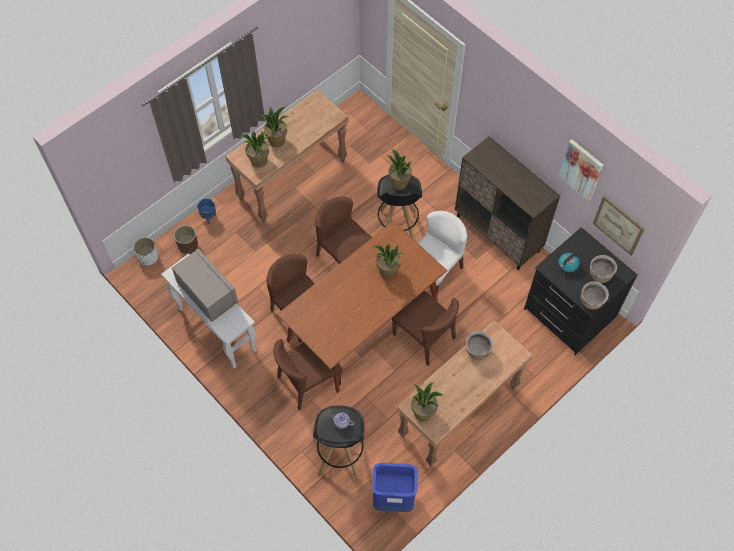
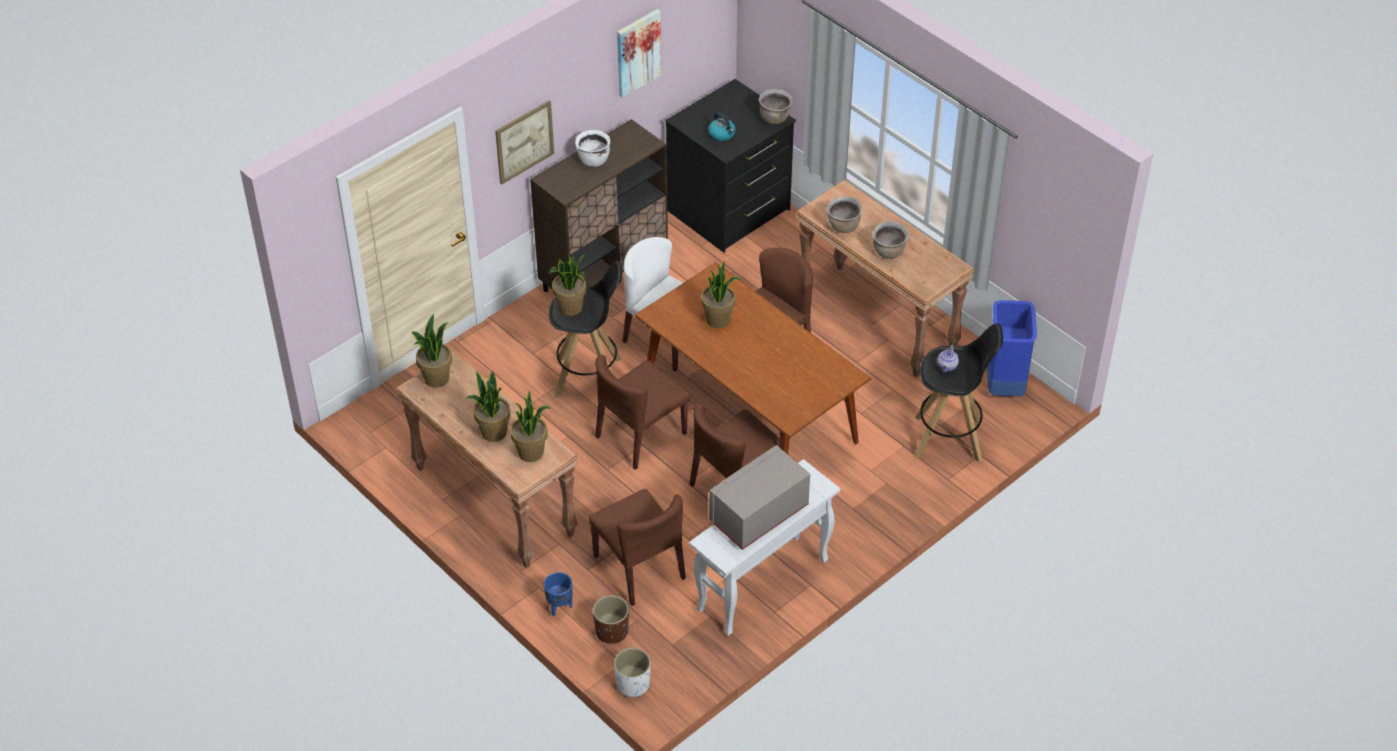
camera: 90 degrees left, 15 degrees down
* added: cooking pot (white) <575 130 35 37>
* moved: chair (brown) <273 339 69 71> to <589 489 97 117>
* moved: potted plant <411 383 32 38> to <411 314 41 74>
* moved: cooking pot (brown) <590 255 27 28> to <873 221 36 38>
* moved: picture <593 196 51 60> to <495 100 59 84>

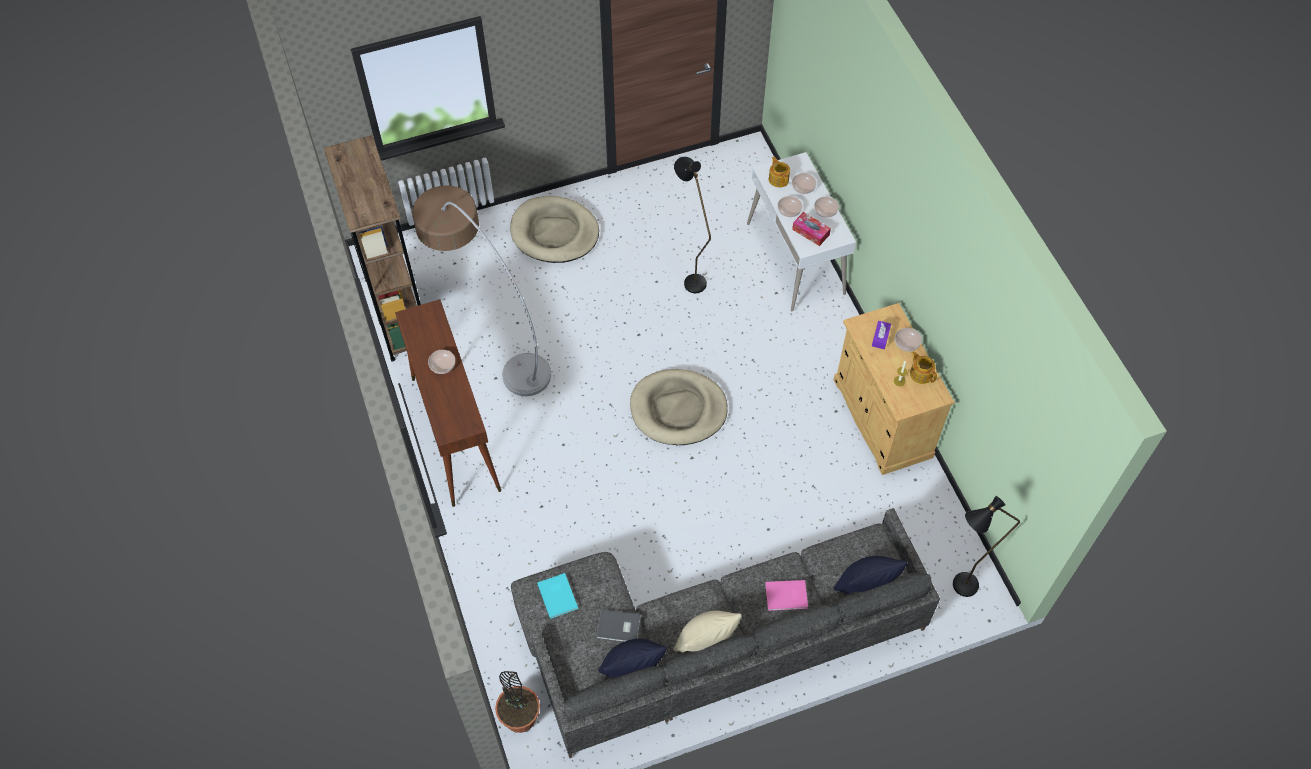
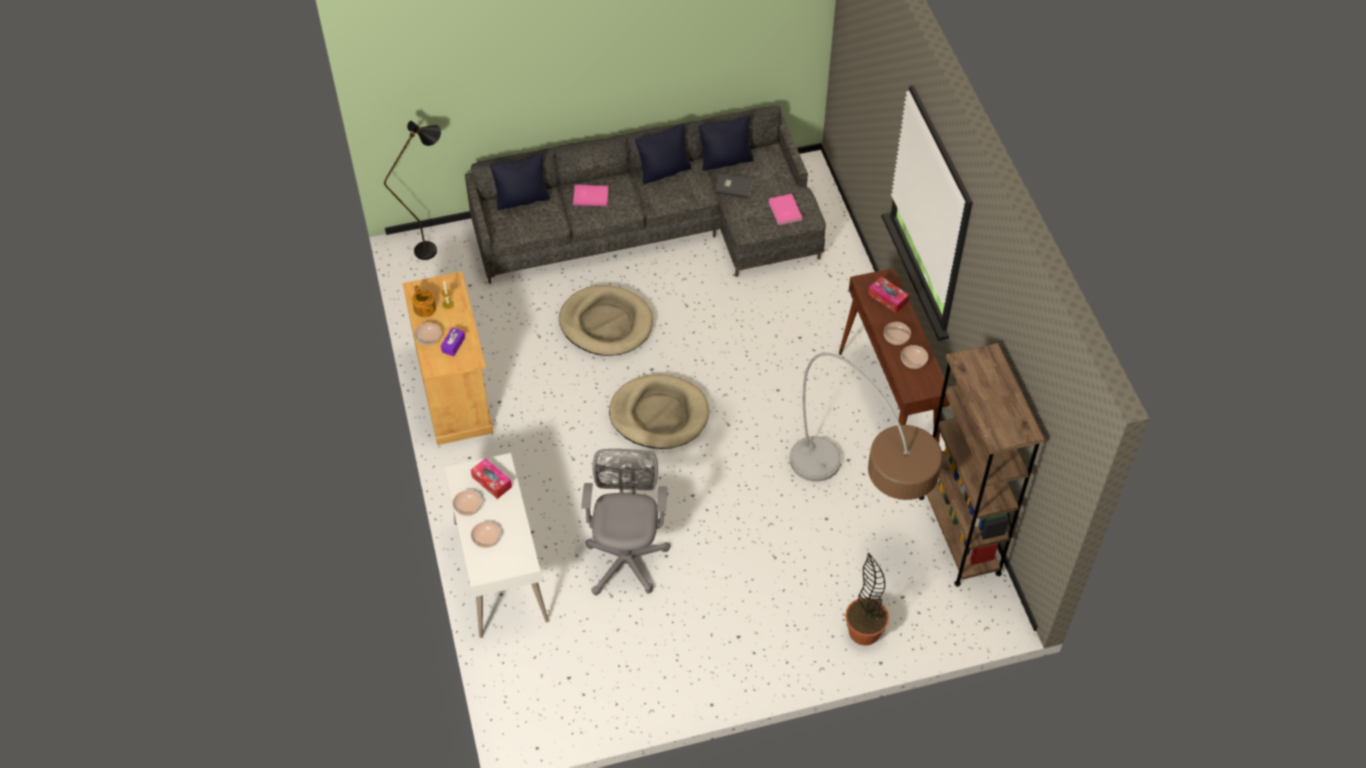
camera: 175 degrees left, 5 degrees down
* removed: teapot <769 157 21 30>
* added: tissue box <868 276 41 37>
* moved: potted plant <495 671 45 62> to <845 552 44 93>
* moved: dog bed (beige) <510 196 89 67> to <559 285 94 71>
* moved: bowl <778 196 24 21> to <901 345 27 24>
* replaced: floor lamp (black) <674 157 37 136> to office chair (grey) <582 449 88 146>
* recoloured: book (turquoise) <537 573 41 46> to book (pink) <768 194 35 31>
* recoloured: pillow (beige) <673 611 69 41> to pillow (black) <635 124 56 61>

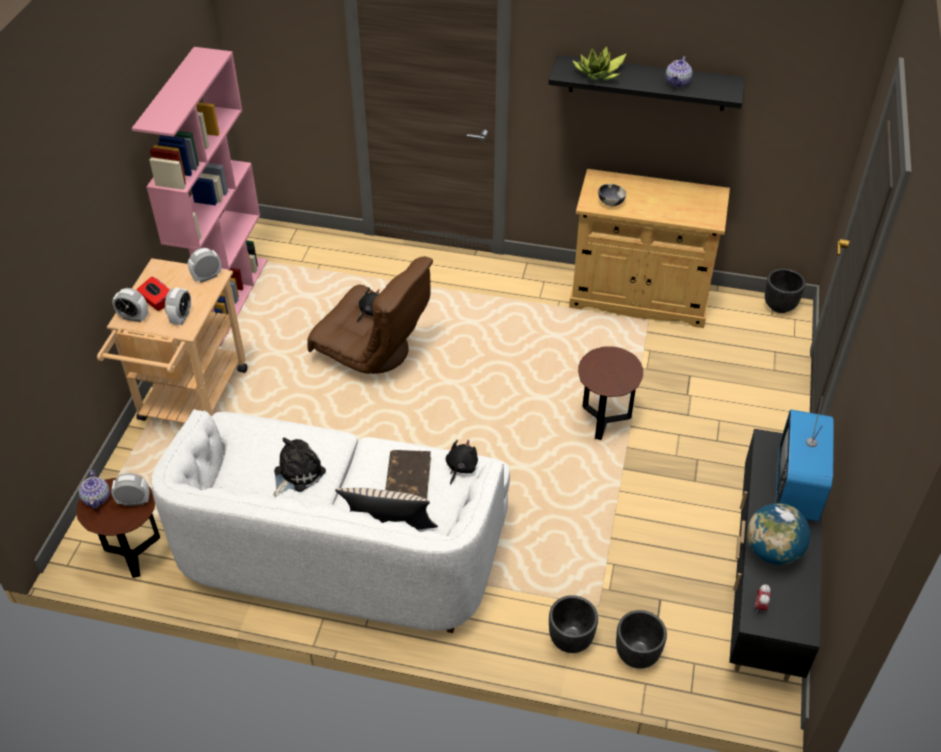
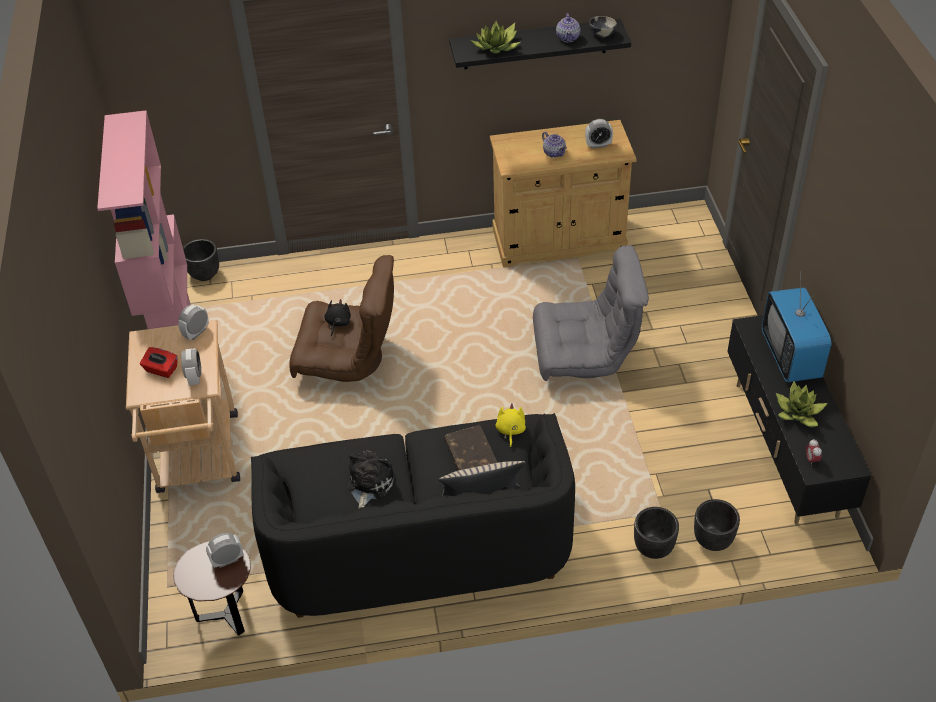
camera: 20 degrees left, 0 degrees up
* moved: teapot <79 470 31 39> to <542 132 25 26>
* moved: alarm clock <112 288 36 34> to <585 119 28 30>
* moved: bowl <598 184 28 22> to <589 16 28 21>
* moved: planter (black) <765 269 40 44> to <183 239 36 42>
* replaced: side table (brown) <578 346 65 94> to armchair (grey) <533 245 116 136>
* replaced: globe <747 503 63 62> to potted plant <776 381 52 46>
* recoloured: sofa (white) <152 409 358 224> to sofa (black) <251 413 324 205>
* recoloured: plush toy (black) <446 440 32 45> to plush toy (yellow) <496 403 30 45>

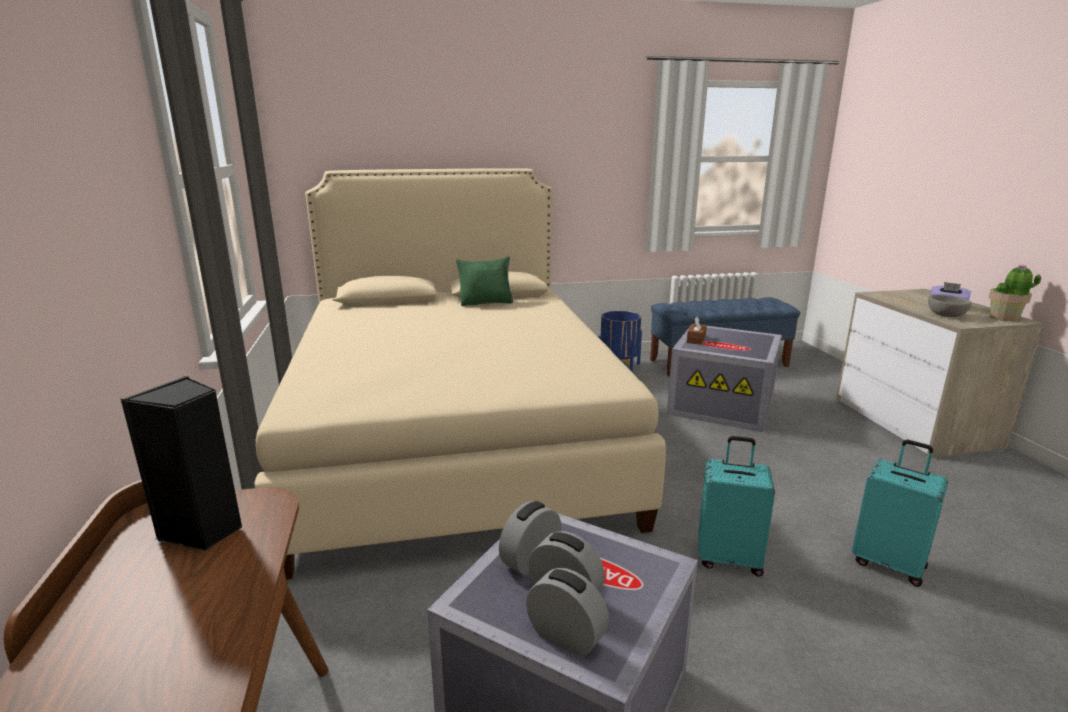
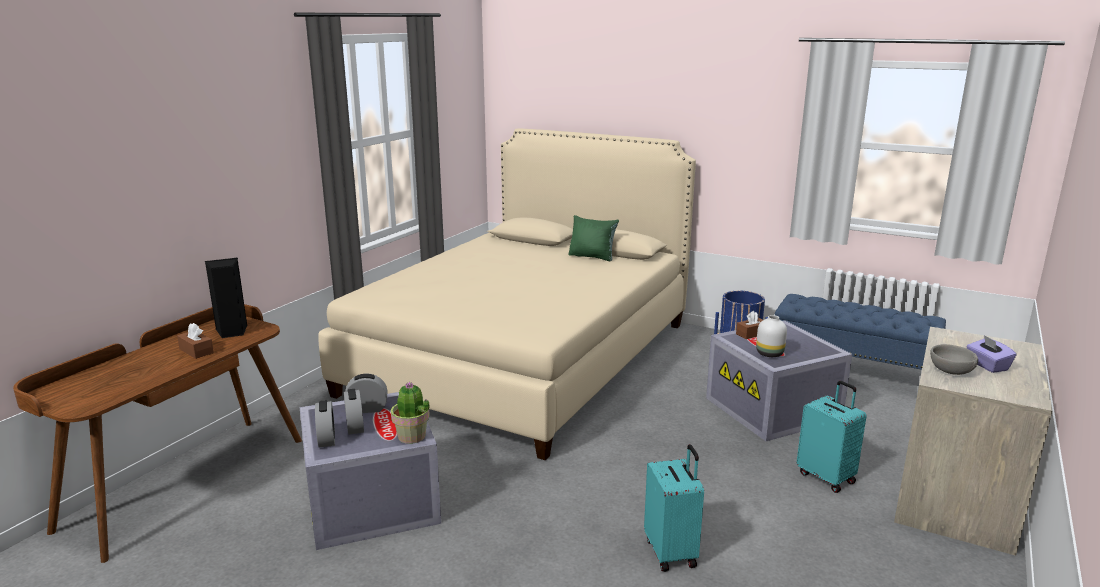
camera: 40 degrees right, 0 degrees up
* added: tissue box (brown) <177 323 37 36>
* added: vase (white) <756 315 31 42>
* moved: suitcase (turquoise) <698 436 77 141> to <797 381 70 112>
* moved: potted plant <989 265 52 56> to <391 381 39 63>

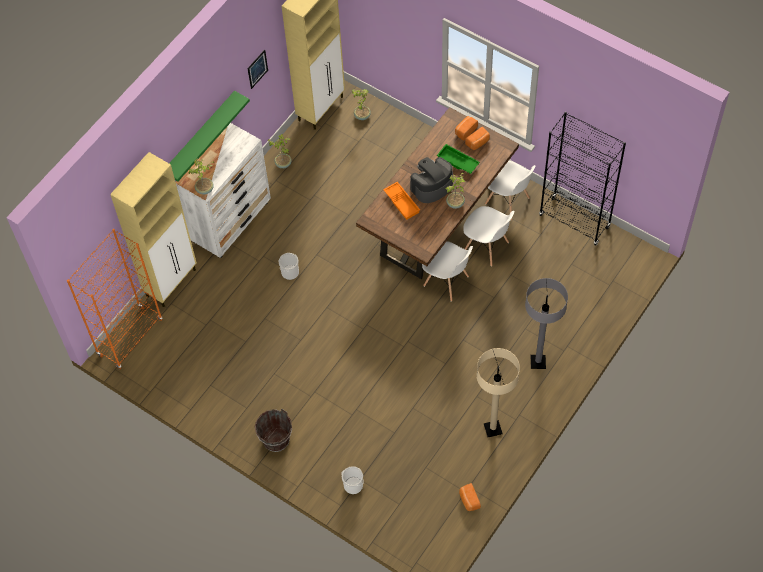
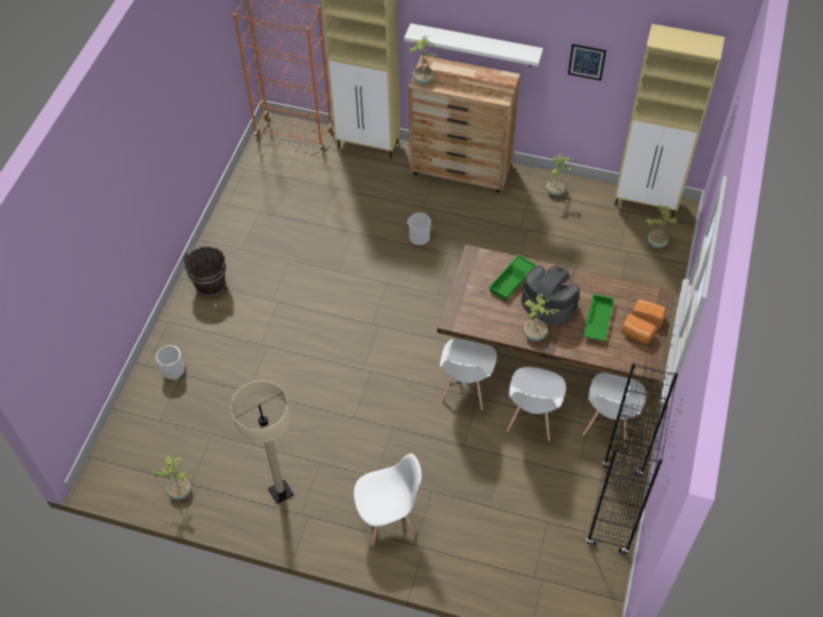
camera: 70 degrees right, 5 degrees down
* replaced: bread <459 483 22 28> to potted plant <151 456 40 44>
* replaced: floor lamp (grey) <525 278 43 91> to chair (white) <354 453 68 93>
* recoloured: shelf (green) <169 91 81 90> to shelf (white) <404 23 139 43>
* recoloured: dresser (white) <176 123 95 135> to dresser (brown) <408 55 112 138>
* recoloured: tray (orange) <383 182 37 38> to tray (green) <488 254 48 47>

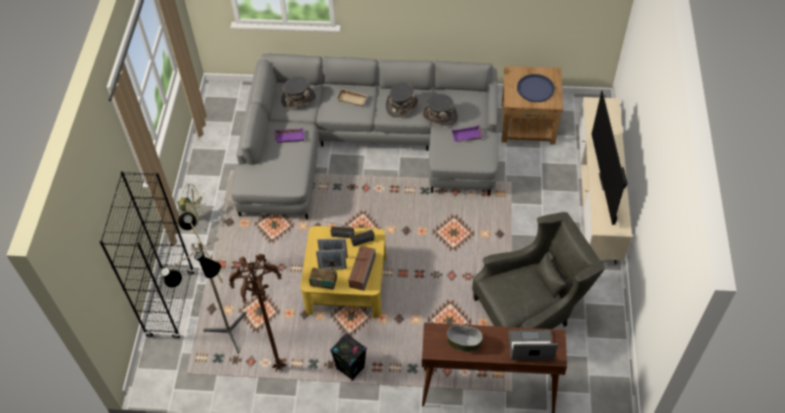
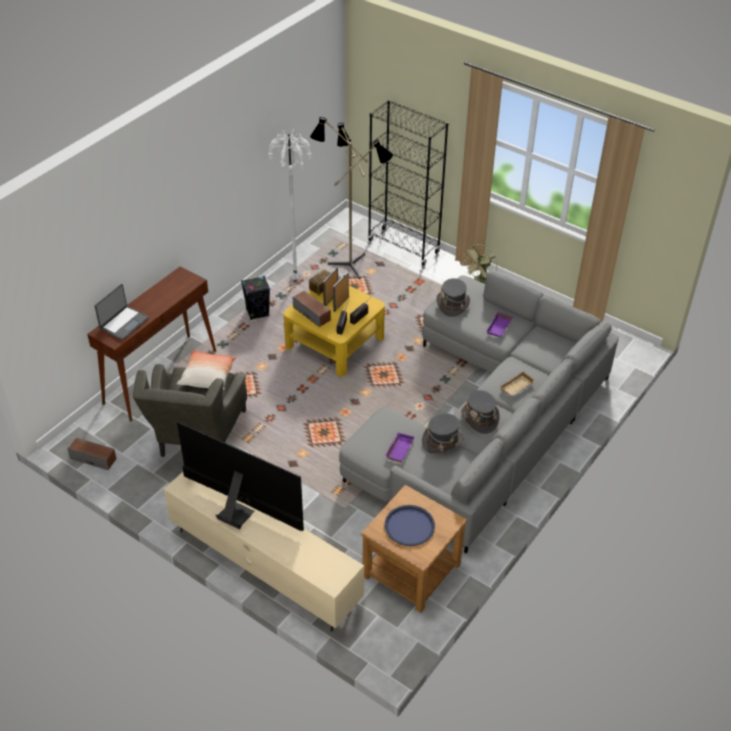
camera: 120 degrees right, 10 degrees down
* removed: bowl <447 325 36 27>
* added: speaker <67 437 50 33>
* added: pillow <177 350 59 40>
* moved: hat (grey) <281 77 35 31> to <436 278 34 39>
* recoloured: floor lamp (brown) <229 254 57 118> to floor lamp (white) <268 130 44 150>

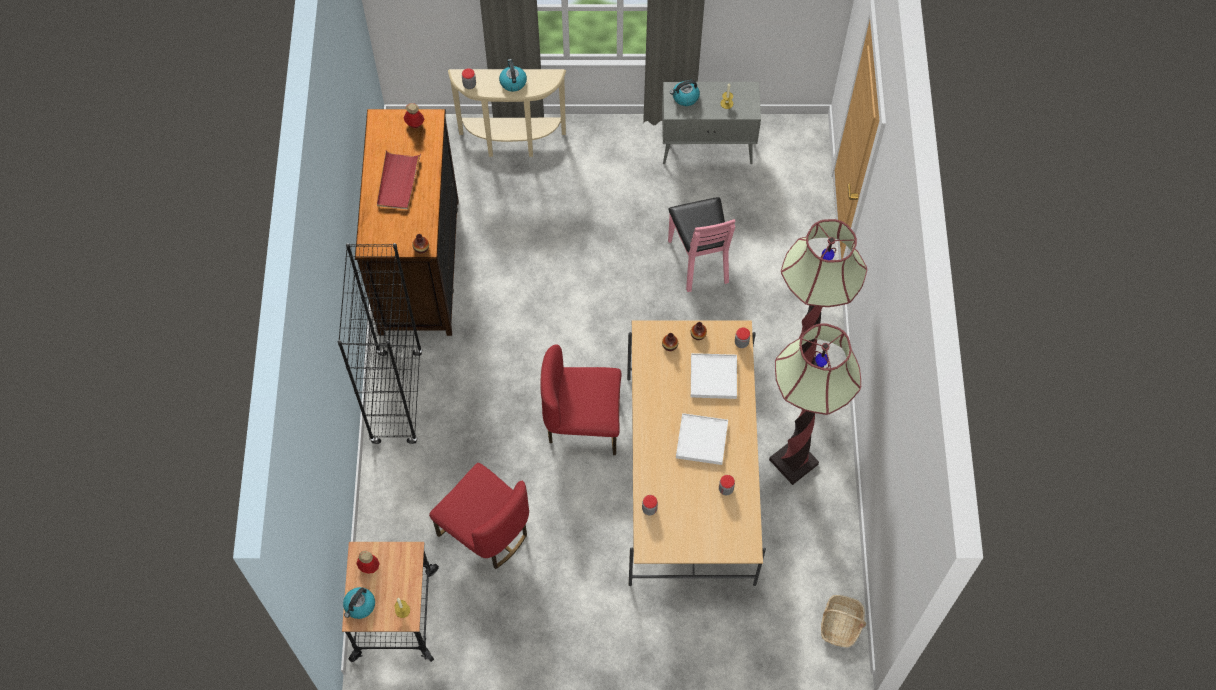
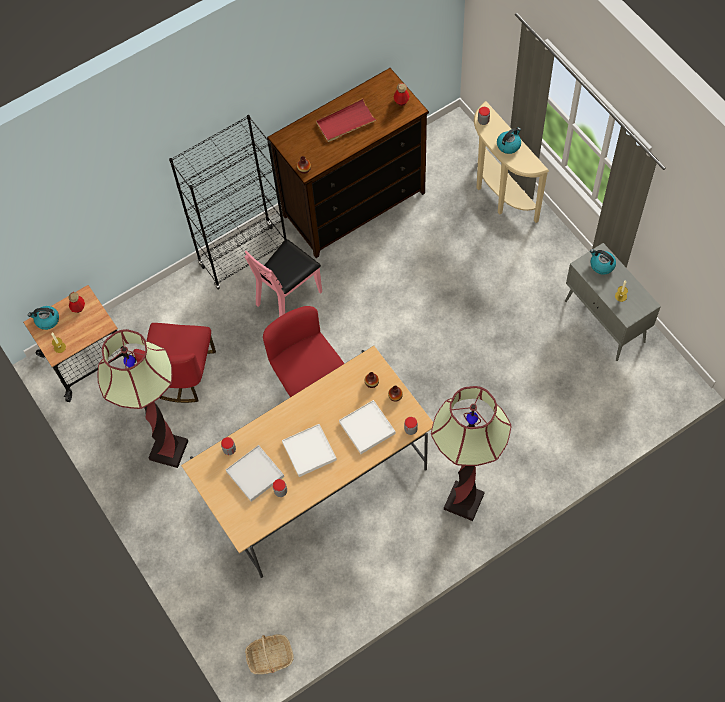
camera: 60 degrees right, 0 degrees up
* added: tray (white) <226 445 58 57>
* moved: chair (pink) <668 197 67 95> to <244 239 78 78>
* moved: floor lamp <769 323 92 162> to <98 329 90 139>

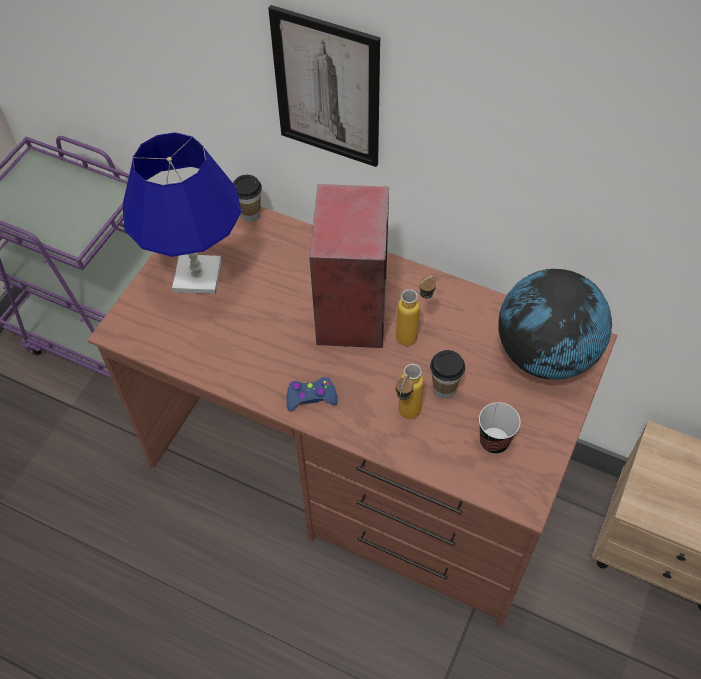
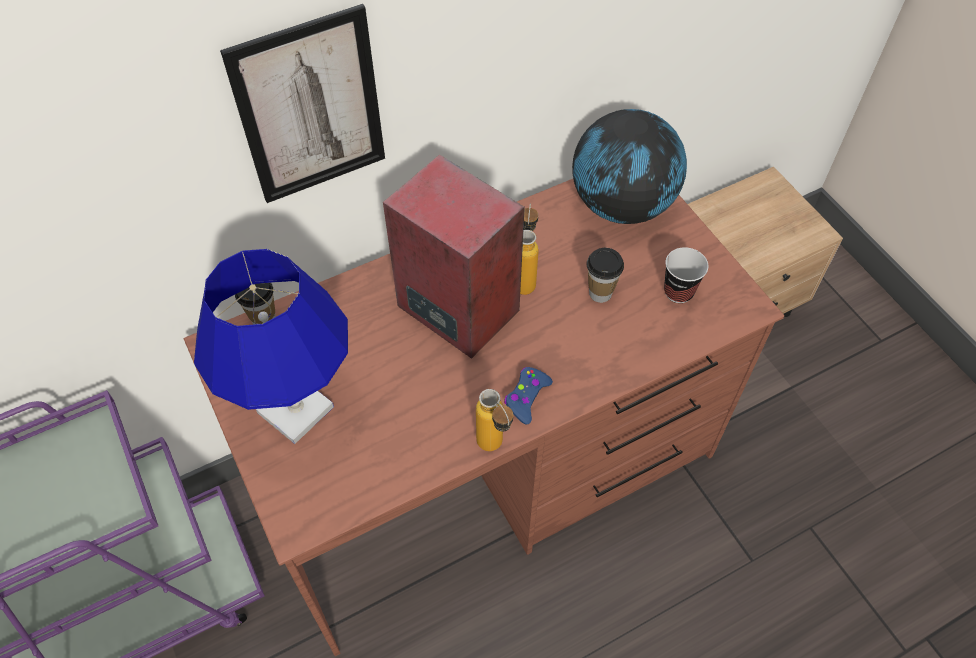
camera: 55 degrees left, 0 degrees up
* moved: bottle <395 364 29 55> to <476 389 37 62>

